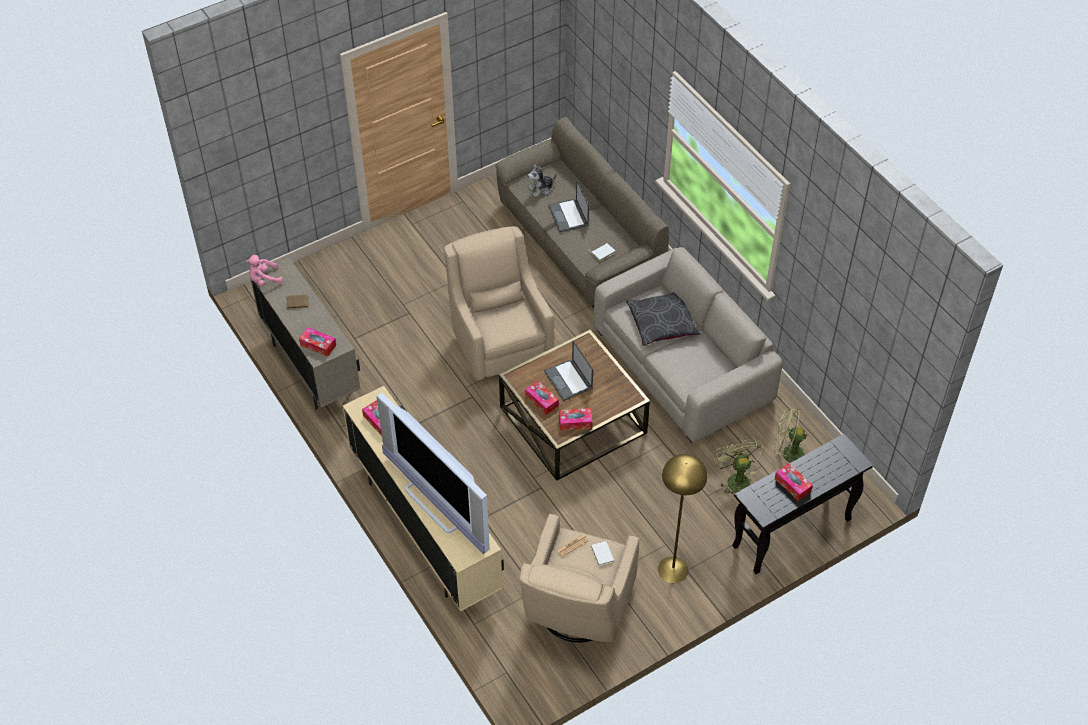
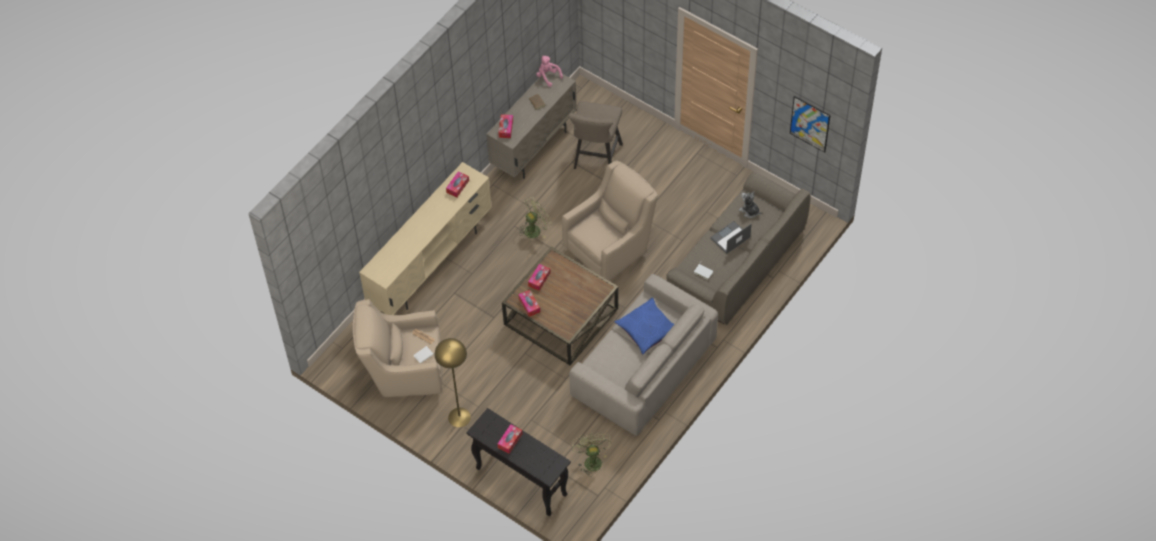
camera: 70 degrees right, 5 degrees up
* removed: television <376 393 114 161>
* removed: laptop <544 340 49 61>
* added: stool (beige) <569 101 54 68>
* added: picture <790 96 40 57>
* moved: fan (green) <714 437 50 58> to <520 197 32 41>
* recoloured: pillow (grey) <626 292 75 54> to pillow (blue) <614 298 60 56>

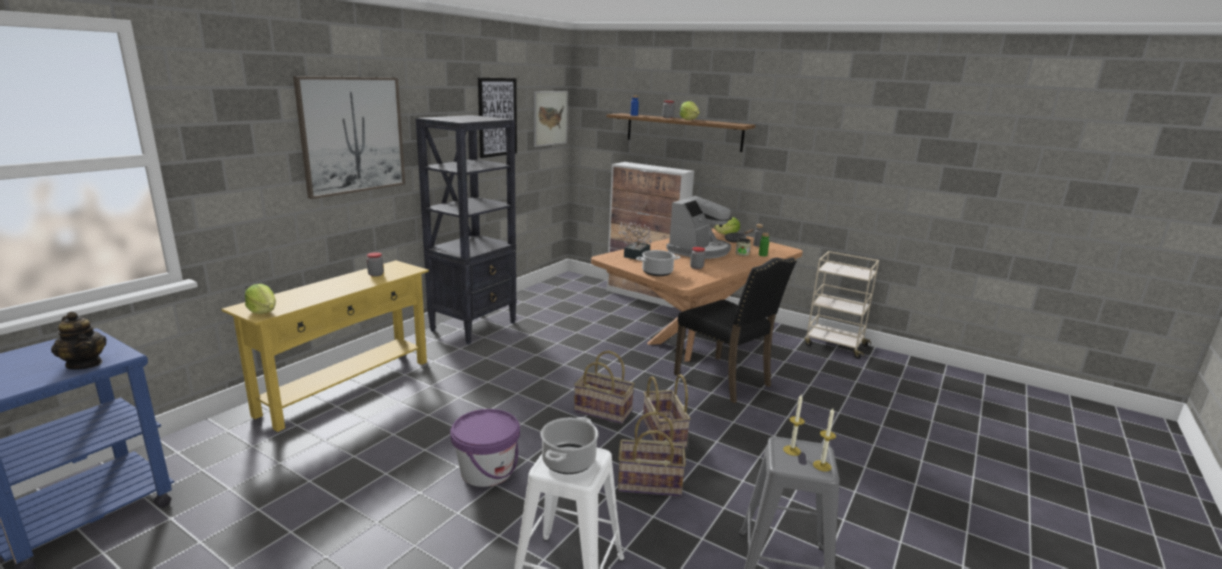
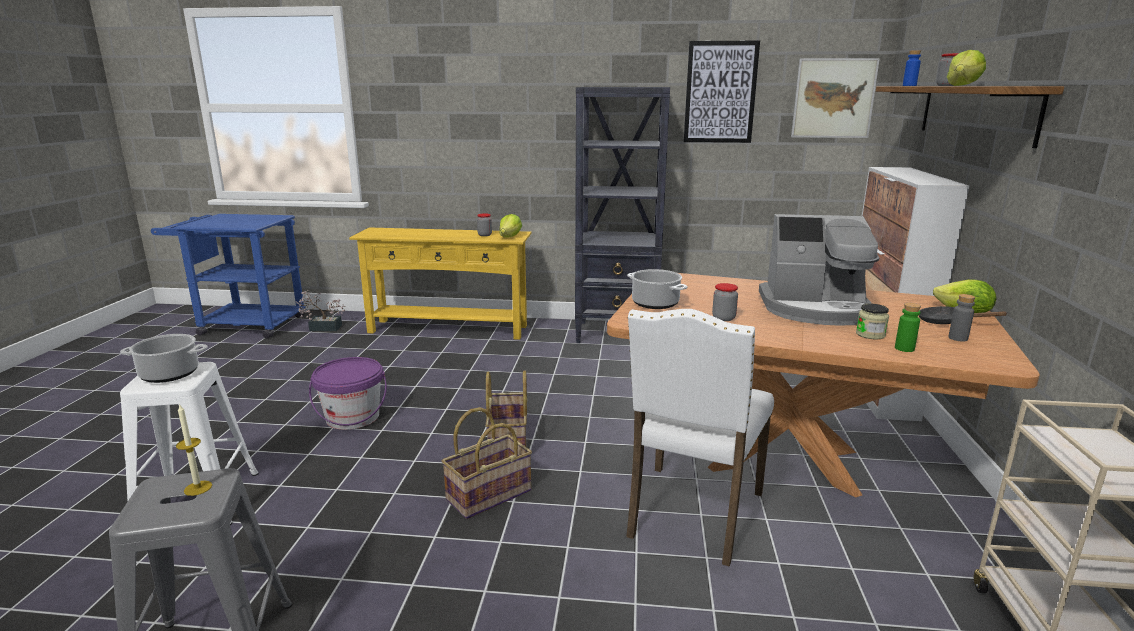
camera: 65 degrees right, 0 degrees up
* removed: teapot <51 312 56 58>
* removed: picture <293 76 112 123>
* removed: basket <618 412 68 85>
* removed: candle <813 408 23 63>
* moved: lettuce <245 284 31 30> to <499 214 23 24>
* moved: potted plant <619 222 33 38> to <295 290 50 41>
* recoloured: chair (black) <674 257 123 146> to chair (white) <626 309 148 257>

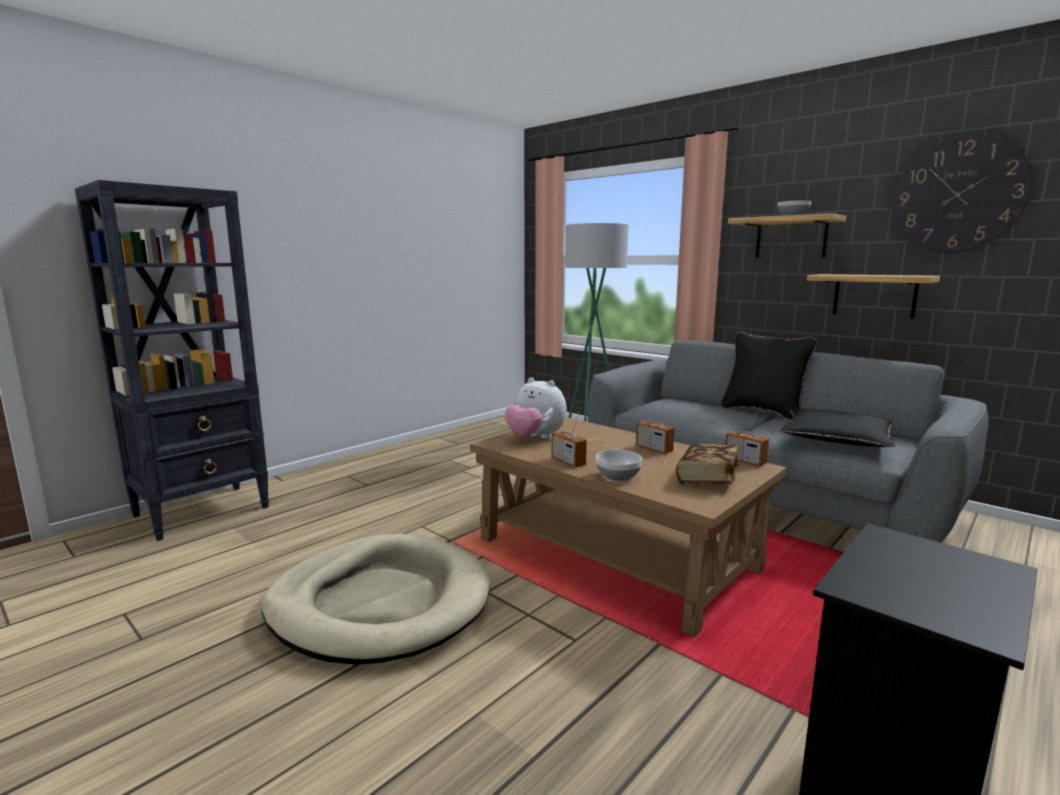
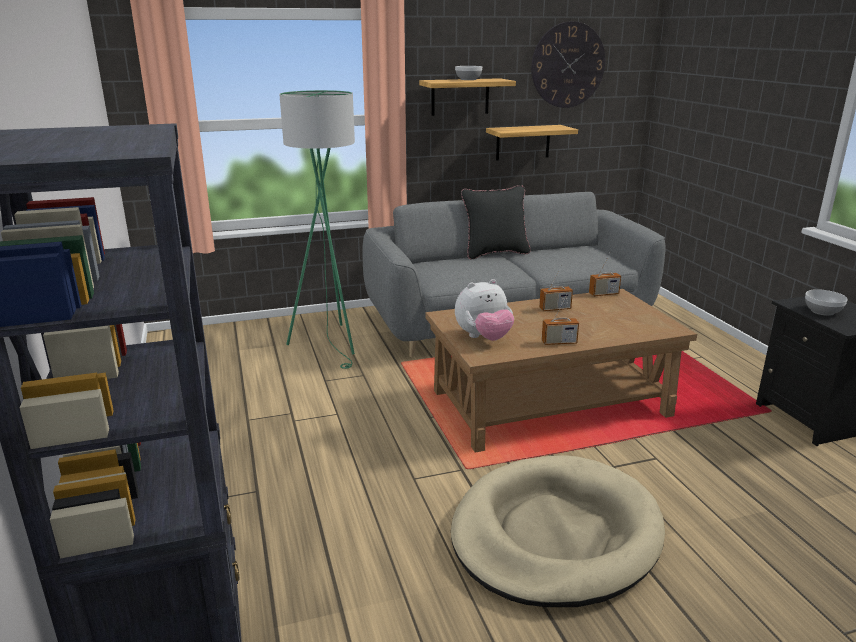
camera: 60 degrees left, 10 degrees up
* removed: book <676 444 63 40>
* removed: pillow (black) <779 409 116 38>
* moved: bowl <596 450 46 32> to <805 289 43 27>

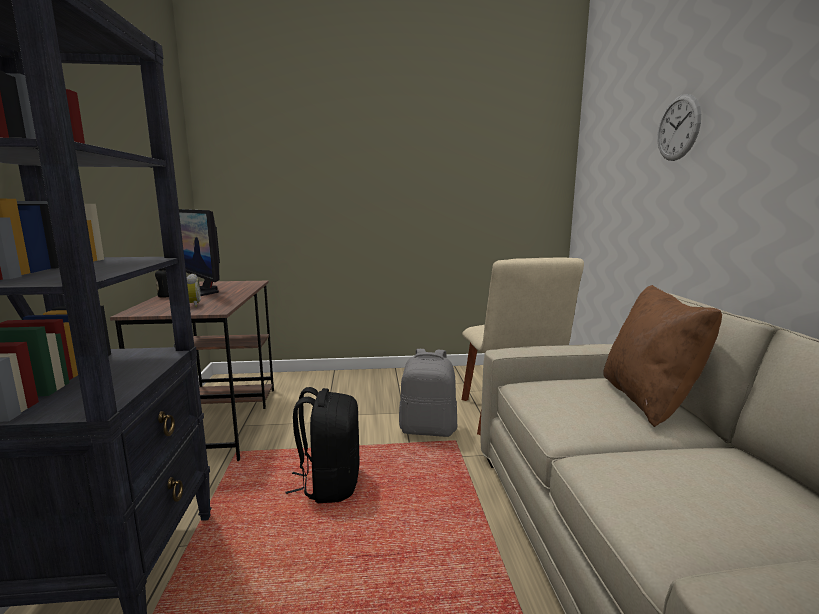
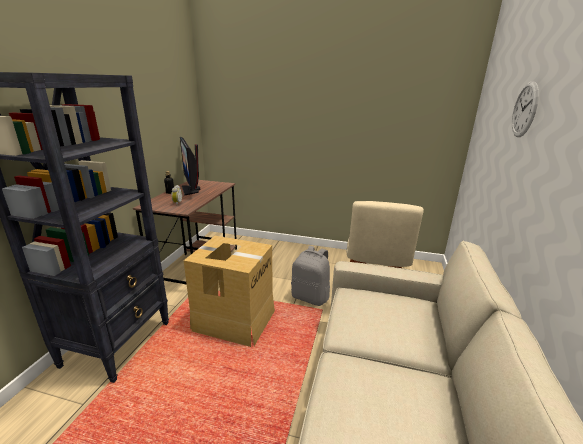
camera: 20 degrees right, 10 degrees up
* removed: pillow (brown) <603 285 119 142>
* replaced: backpack (black) <286 387 74 116> to cardboard box <184 236 91 111>

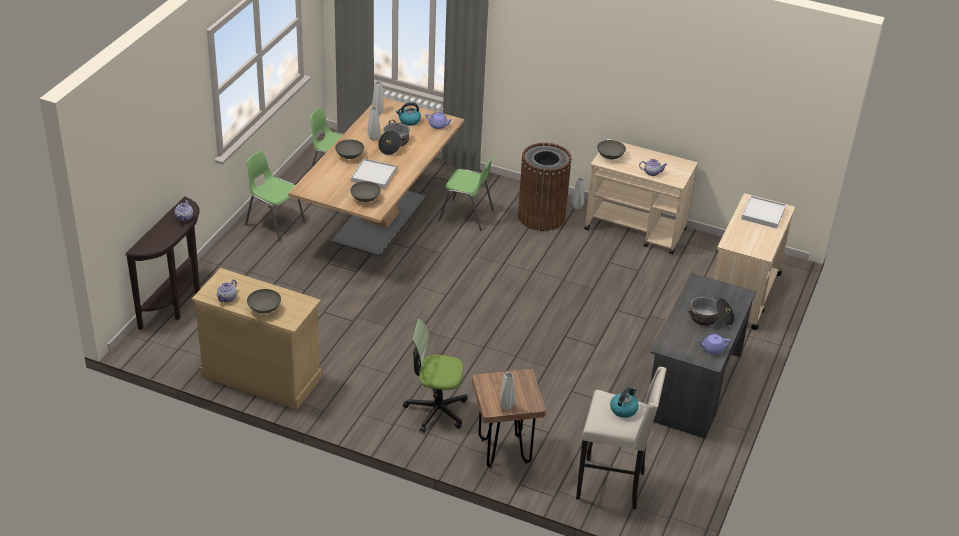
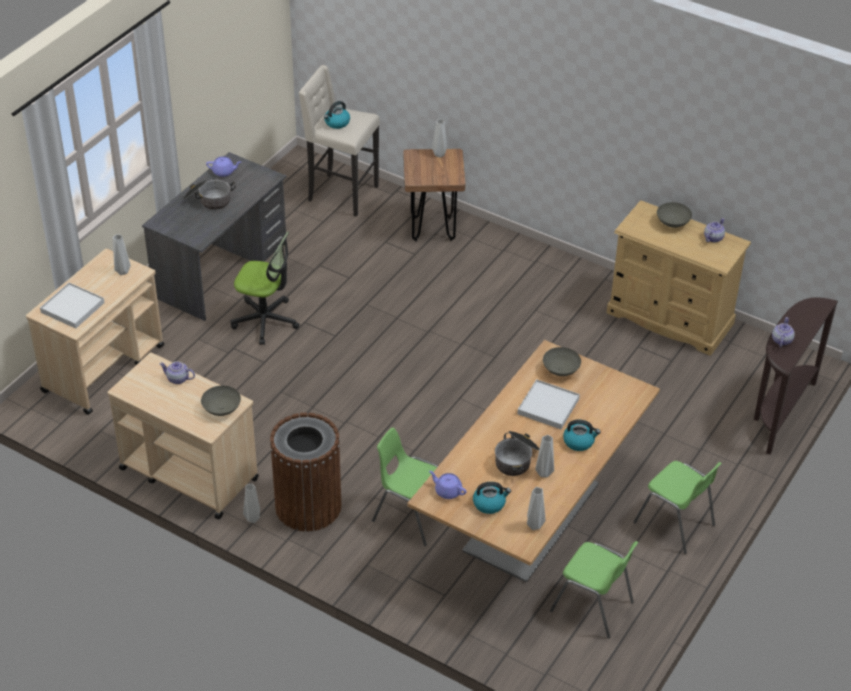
camera: 170 degrees left, 5 degrees up
* added: vase (grey) <113 234 18 41>
* moved: office chair <403 319 65 114> to <230 232 70 113>
* replaced: bowl (grey) <335 139 29 20> to kettle <563 419 38 32>

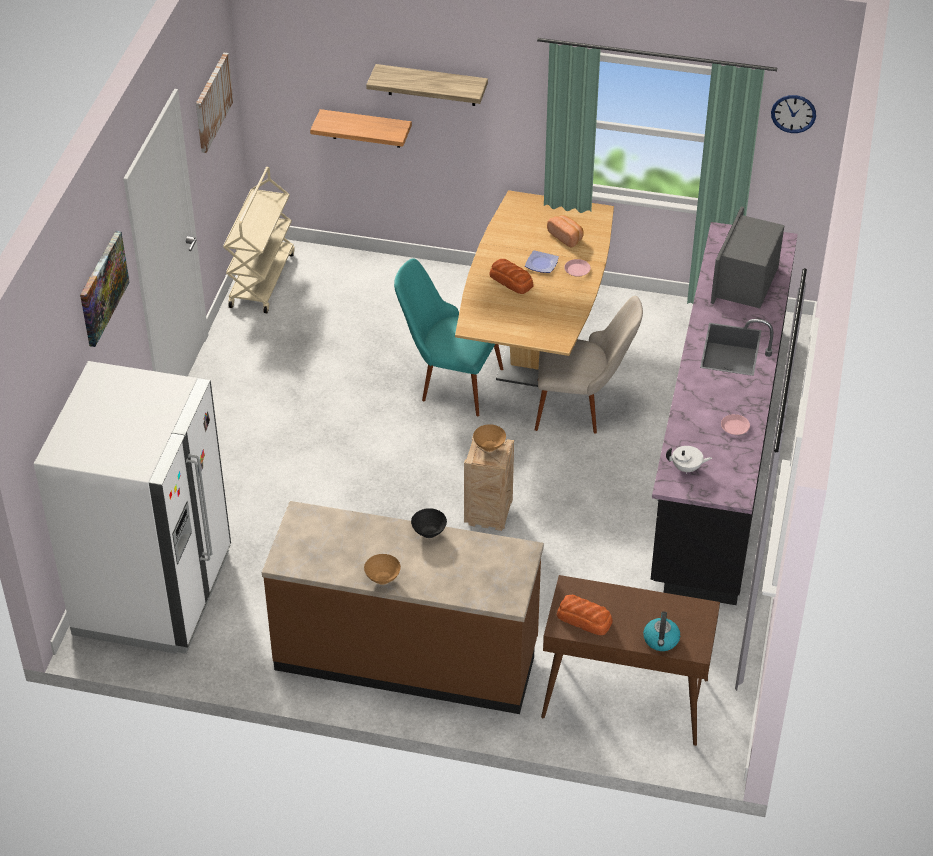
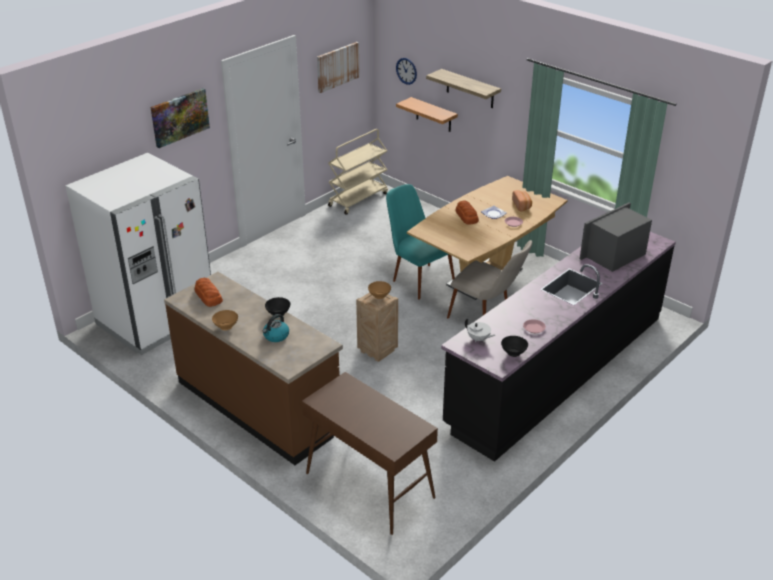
camera: 30 degrees right, 10 degrees down
* added: bowl (black) <501 336 27 21>
* moved: bread <557 595 56 40> to <195 278 28 29>
* moved: kettle <643 611 37 40> to <263 314 26 28>
* moved: wall clock <771 95 45 38> to <396 58 21 27>

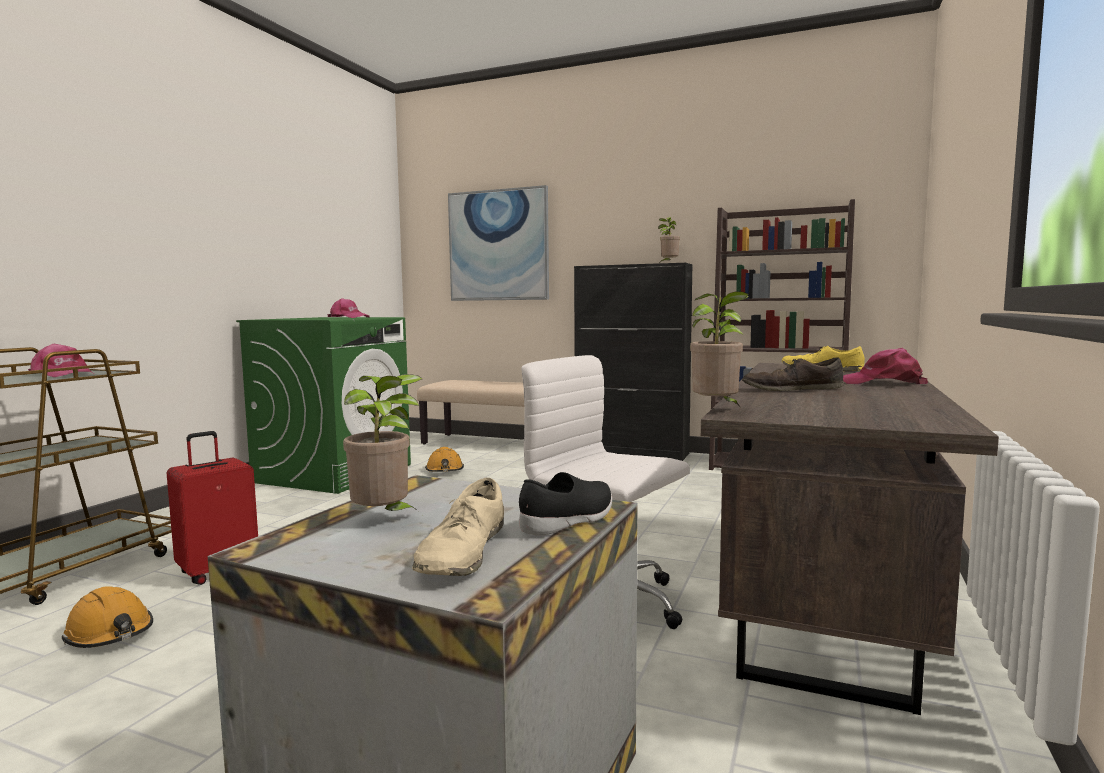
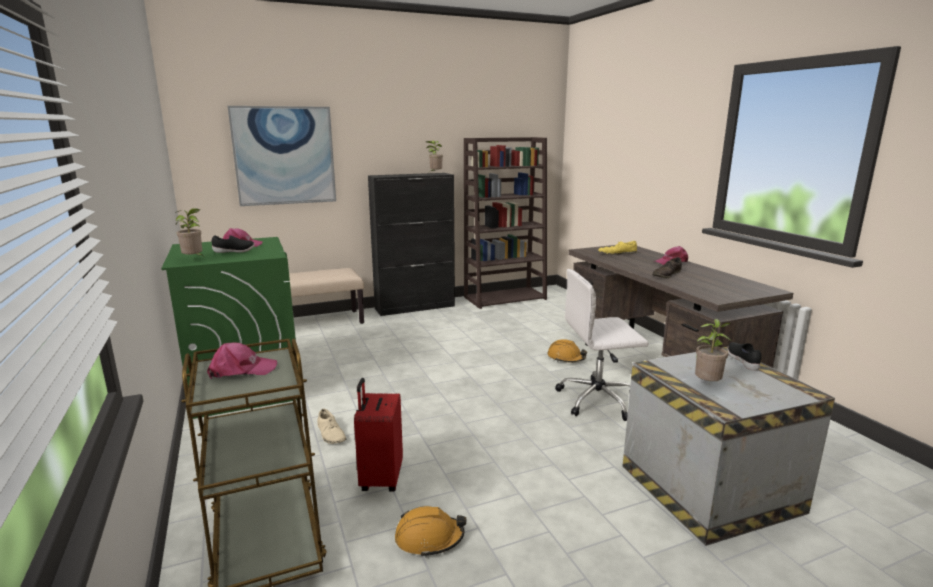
camera: 45 degrees left, 10 degrees up
* added: shoe (black) <212 235 43 18>
* moved: shoe (beige) <412 478 92 98> to <317 409 29 35>
* moved: hard hat (orange) <425 447 39 25> to <547 339 40 23>
* moved: potted plant <690 291 59 116> to <175 208 28 48>

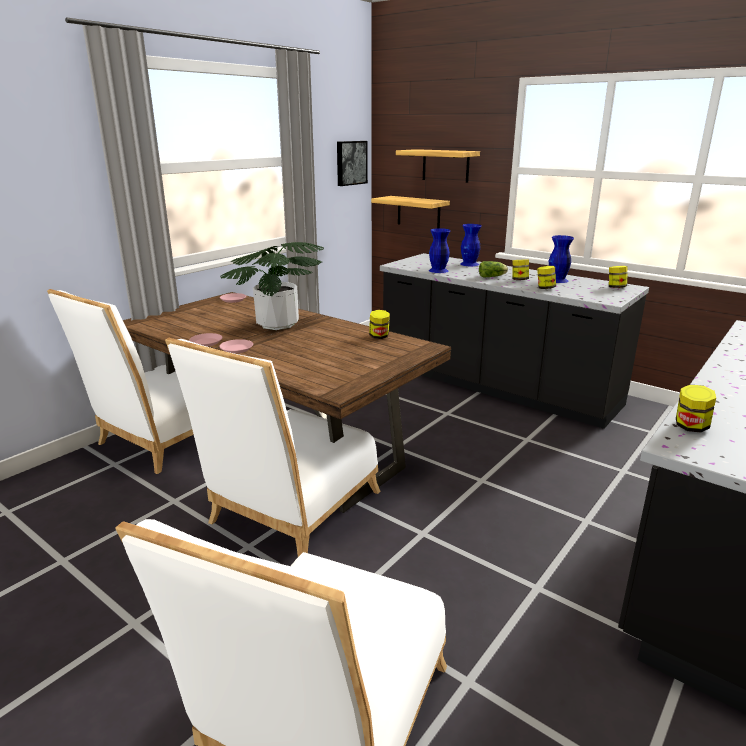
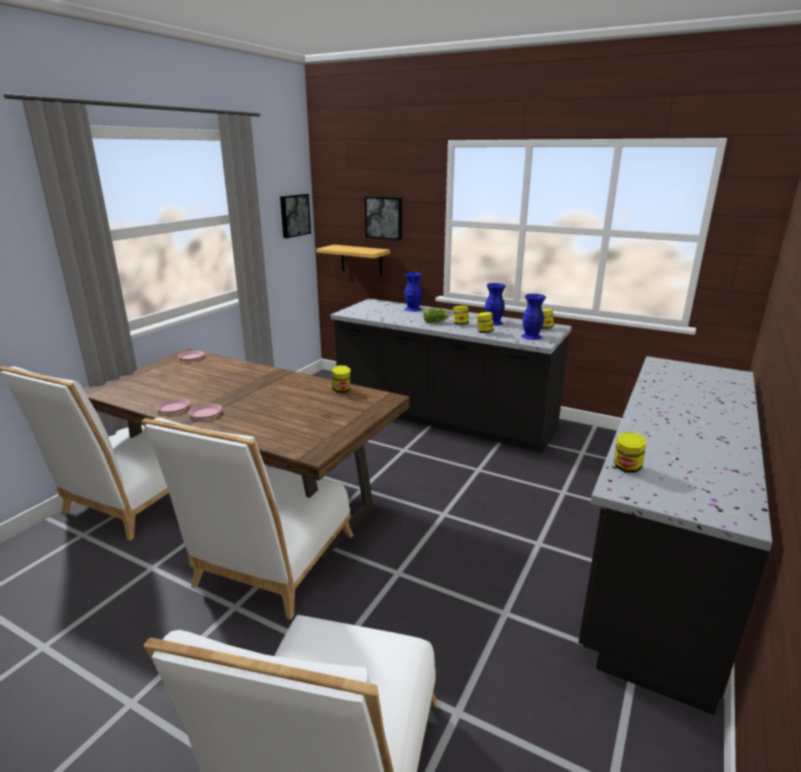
camera: 10 degrees left, 0 degrees up
* removed: potted plant <220 242 104 88>
* moved: vase (blue) <429 228 21 45> to <521 294 25 46>
* replaced: shelf <396 149 84 34> to picture <365 196 37 44>

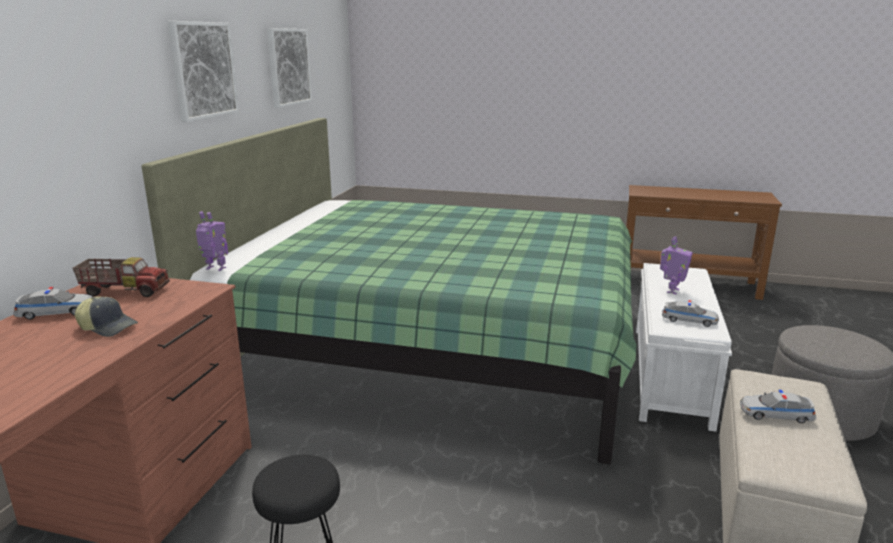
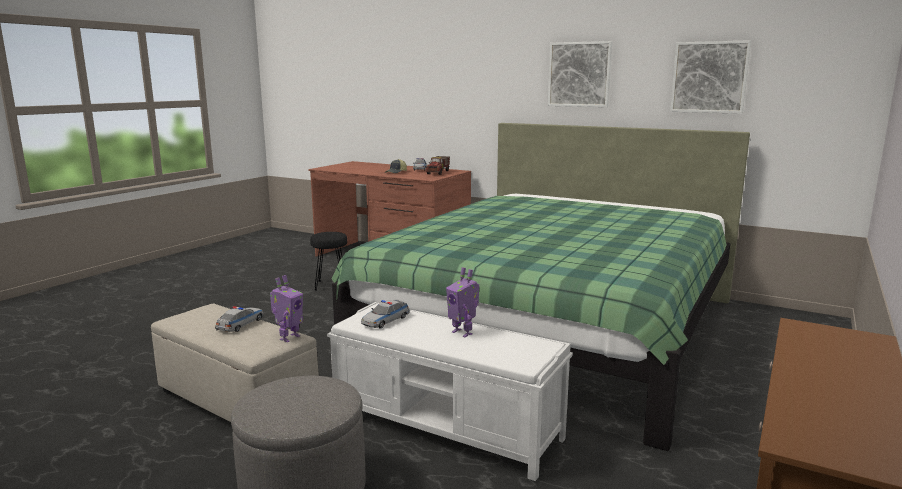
camera: 105 degrees right, 5 degrees down
* moved: toy robot <196 211 32 60> to <270 275 33 67>

